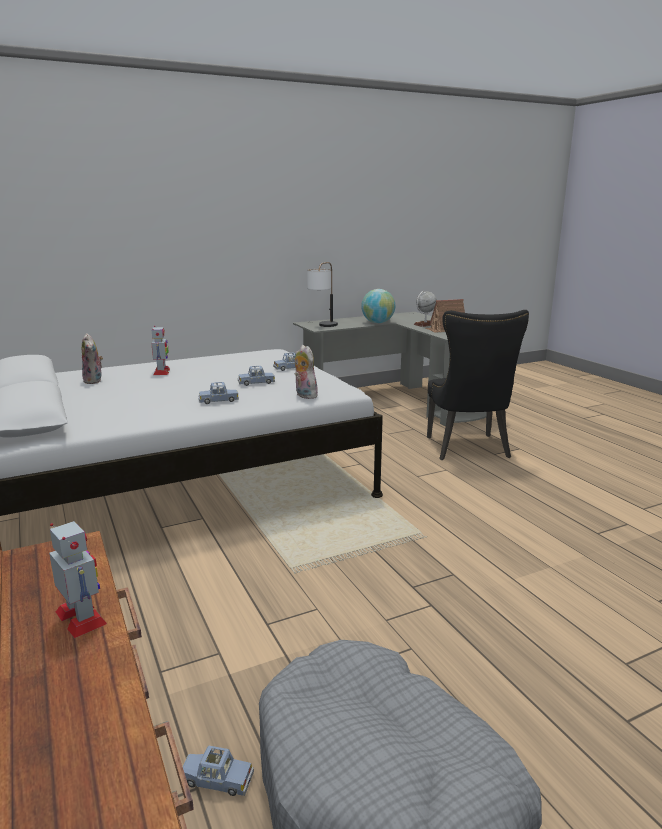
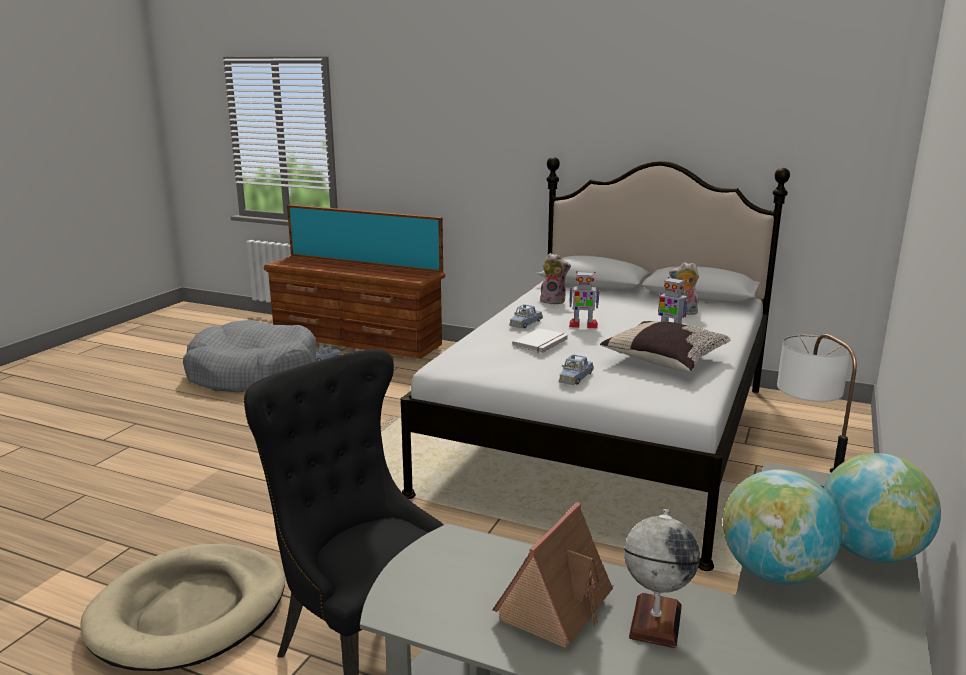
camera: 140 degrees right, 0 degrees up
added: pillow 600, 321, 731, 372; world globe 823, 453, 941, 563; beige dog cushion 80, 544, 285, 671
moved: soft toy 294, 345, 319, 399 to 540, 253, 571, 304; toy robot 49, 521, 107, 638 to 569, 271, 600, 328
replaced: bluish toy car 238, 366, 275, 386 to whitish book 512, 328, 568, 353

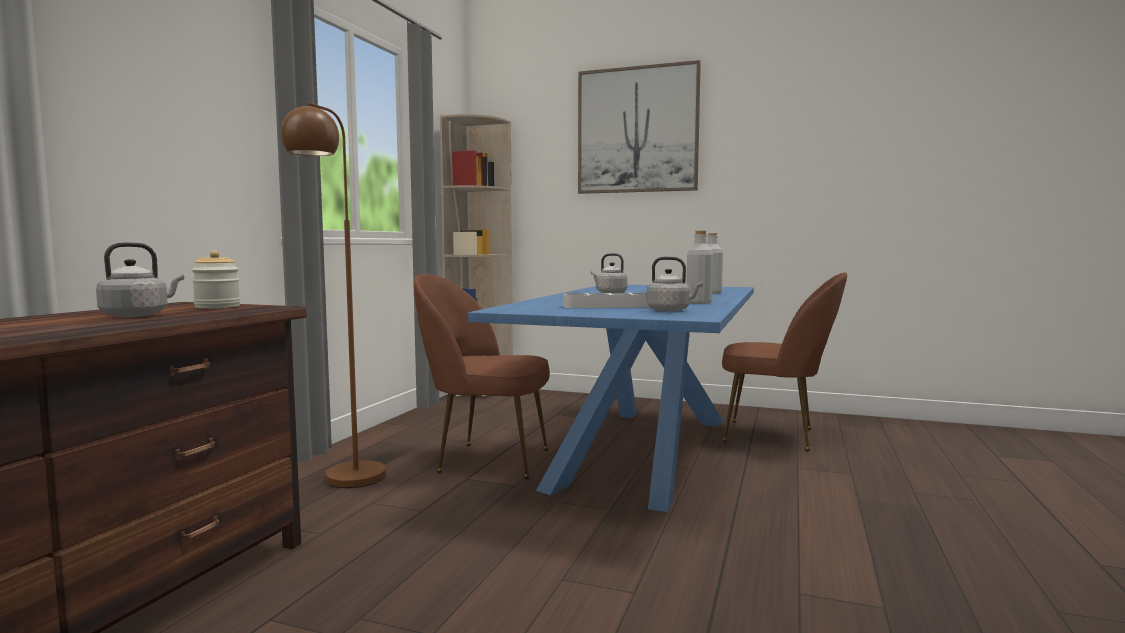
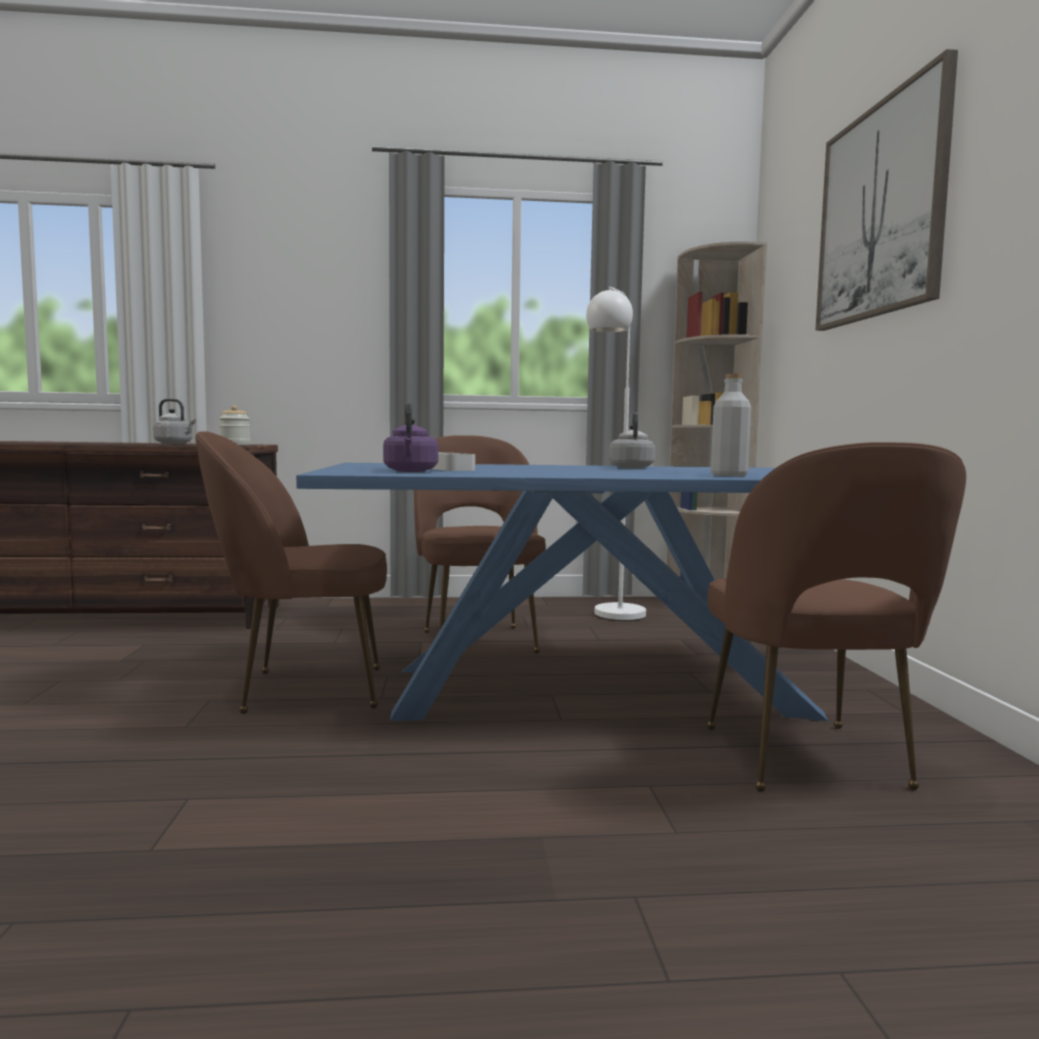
camera: 65 degrees right, 0 degrees up
removed: brownish standing lamp 281, 102, 386, 488; grey drink bottle 687, 231, 713, 304
added: whitish standing lamp 586, 287, 646, 621; brownish plain chair 195, 431, 387, 714
recoloured: grey water kettle 647, 256, 703, 312 to purplish water kettle 383, 403, 438, 472

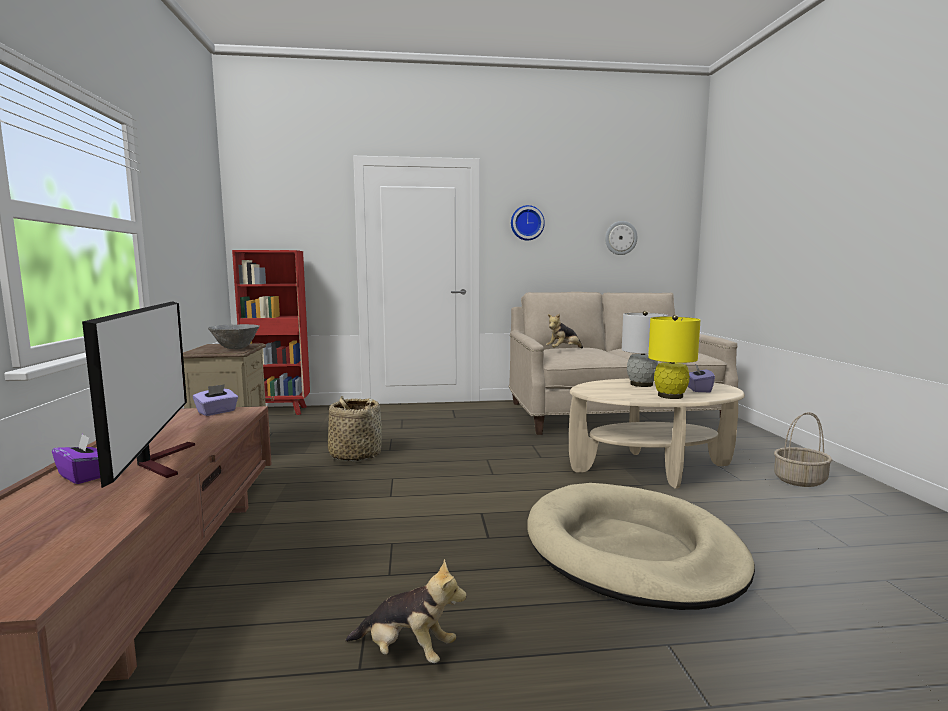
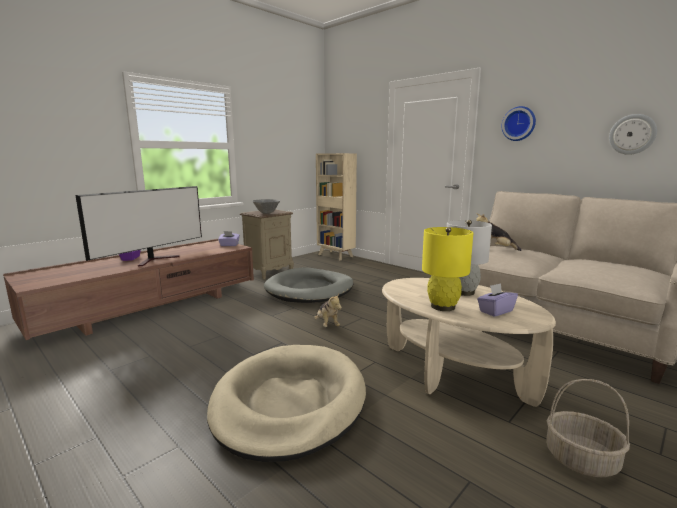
camera: 50 degrees right, 5 degrees up
moved: soft toy 345, 559, 467, 663 to 314, 294, 342, 327
replaced: household basket 328, 396, 382, 461 to grey dog cushion 264, 267, 353, 303
recoloured: reddish bookcase 232, 250, 310, 415 to beige bookcase 316, 153, 357, 260

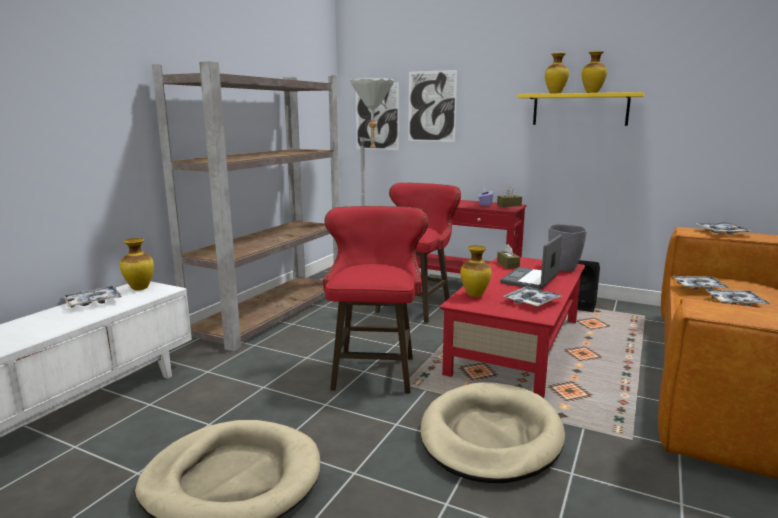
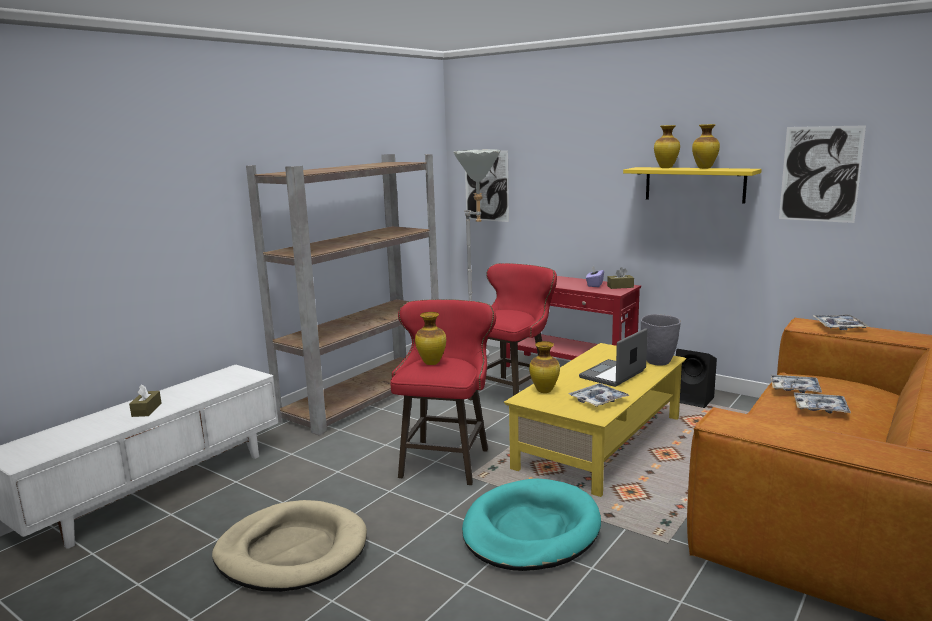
camera: 10 degrees right, 0 degrees up
removed: tray 63, 286, 122, 307
moved: wall art 408, 70, 457, 142 to 779, 125, 866, 223; decorative vase 120, 238, 154, 290 to 415, 312, 446, 365; brownish tissue box 497, 244, 520, 269 to 129, 384, 162, 417
recoloured: reddish lounge table 439, 257, 585, 398 to yellowish lounge table 504, 343, 687, 497; beige dog cushion 420, 382, 565, 483 to turquoise dog cushion 462, 479, 601, 571

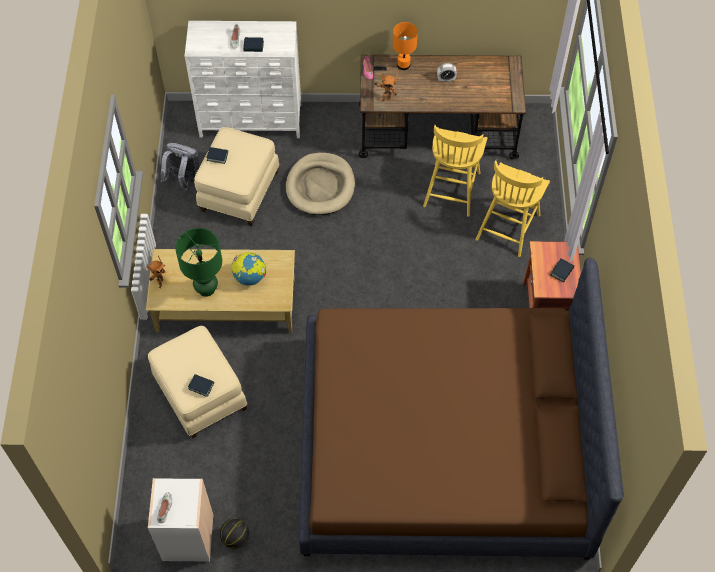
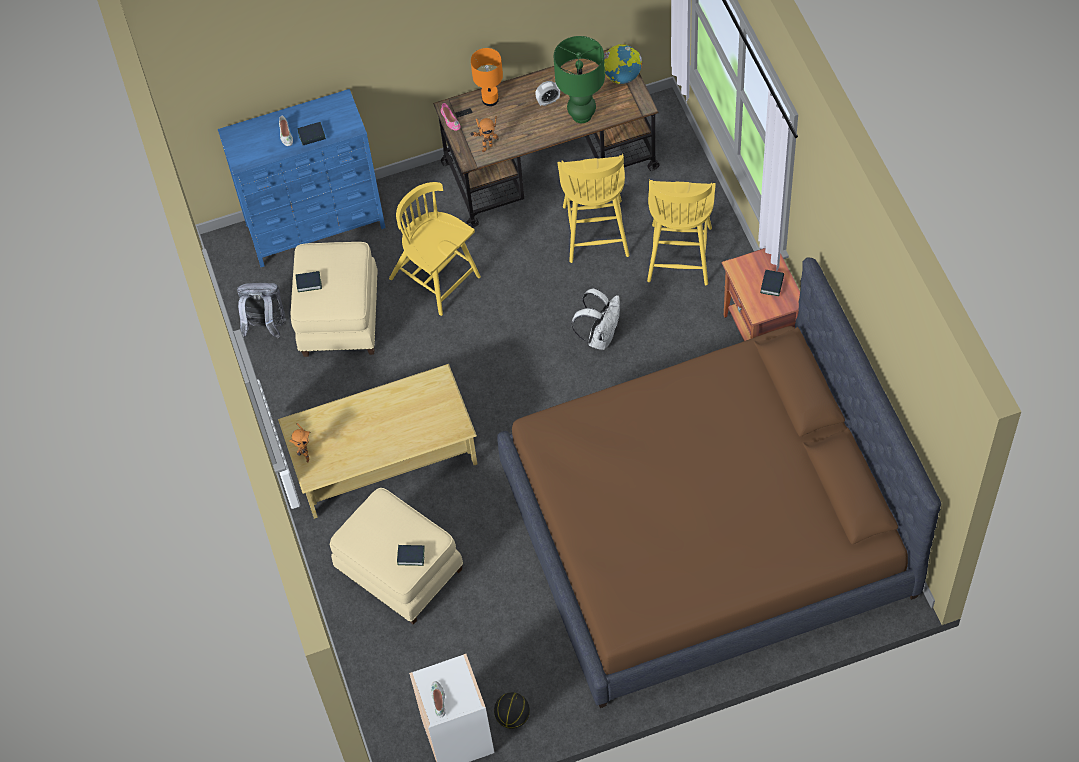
camera: 15 degrees left, 0 degrees up
added: whitish knapsack 571, 288, 620, 350
moved: greenish table lamp 175, 228, 222, 297 to 554, 36, 605, 123; world globe 232, 252, 266, 286 to 604, 44, 642, 84
replaced: beige dog cushion 286, 152, 355, 215 to yellowish plain chair 389, 182, 481, 316
recoloured: whitish chest of drawers 184, 21, 301, 138 to bluish chest of drawers 218, 89, 386, 267

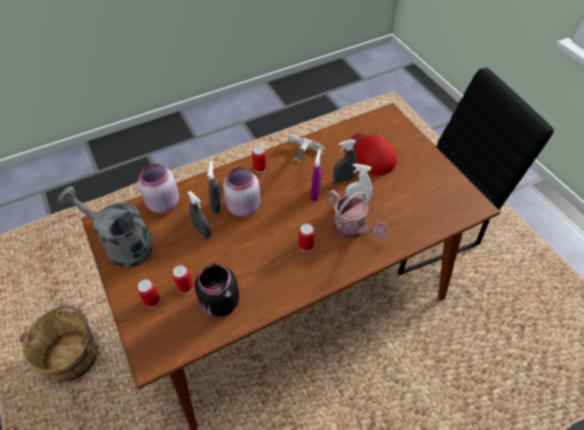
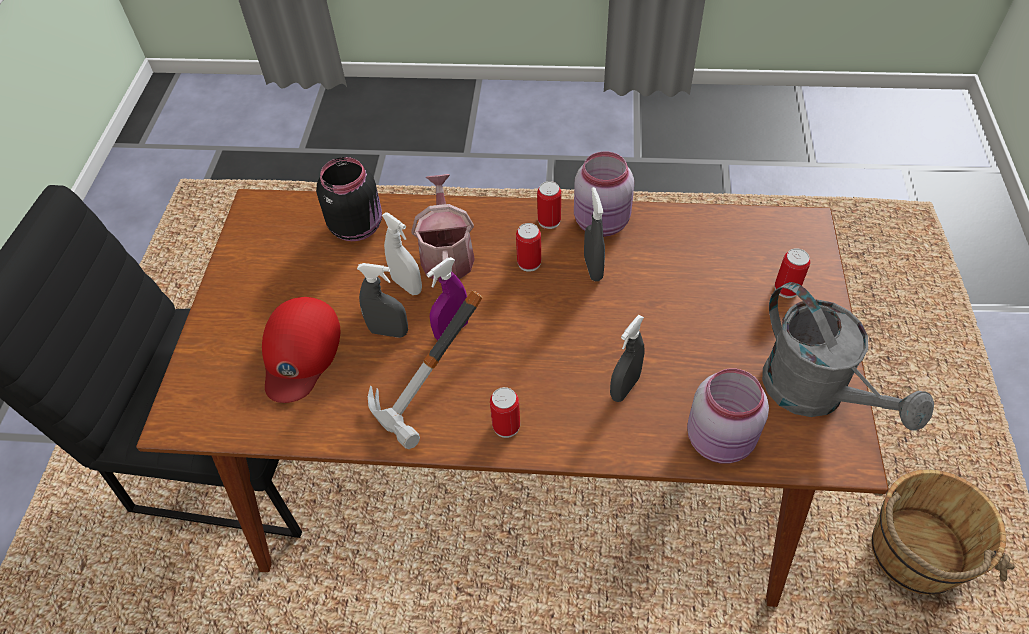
camera: 145 degrees left, 0 degrees up
moved: pink-coloured jar 223, 167, 261, 217 to 574, 151, 634, 237; grey hand sprayer 187, 191, 211, 239 to 584, 187, 605, 281; black jar 195, 264, 239, 317 to 316, 157, 382, 241; metal can 172, 265, 193, 294 to 537, 181, 561, 229

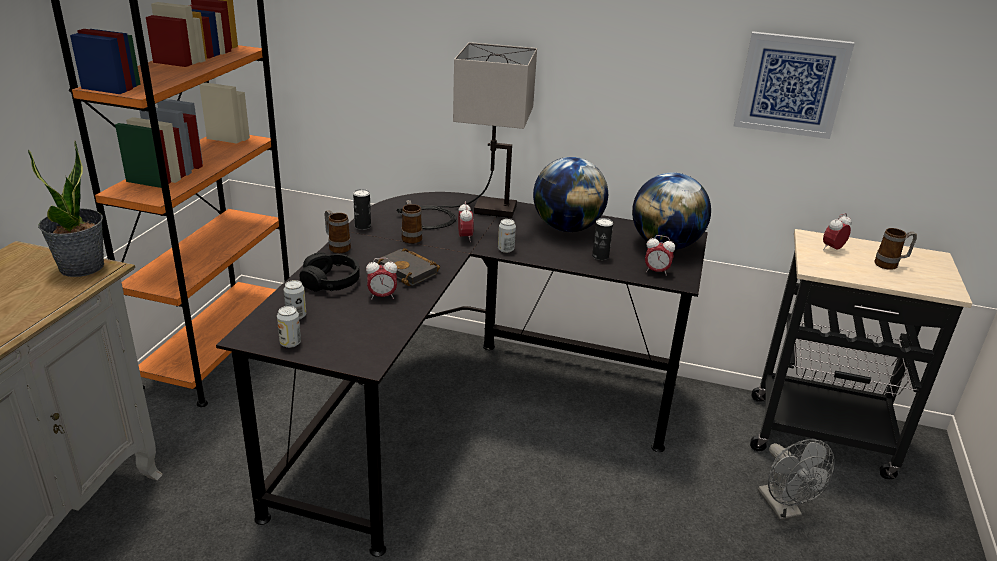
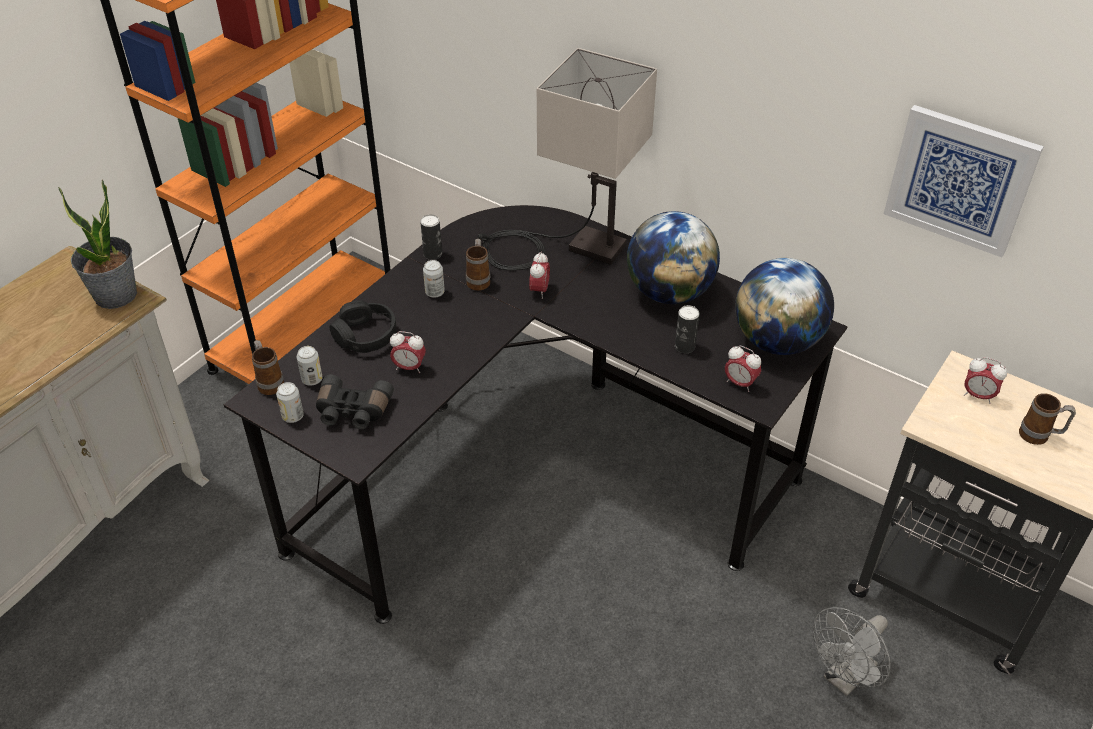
camera: 20 degrees right, 15 degrees up
removed: black book 376, 248, 440, 286
added: black binoculars 316, 375, 394, 429
moved: tea mug 324, 210, 351, 253 to 252, 340, 284, 395; metal can 498, 219, 516, 253 to 423, 260, 445, 298
turned: alarm clock 823, 213, 852, 250 = 964, 357, 1007, 404 135 degrees counterclockwise; grey fan 758, 439, 835, 520 = 813, 607, 891, 696 45 degrees clockwise

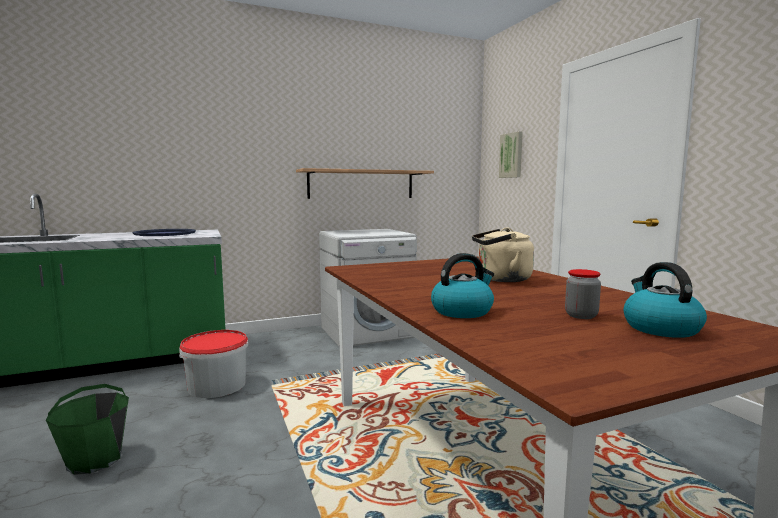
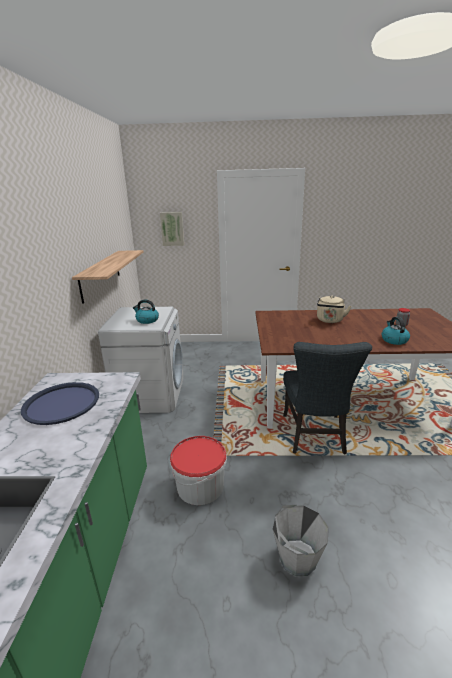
camera: 65 degrees left, 15 degrees up
added: grey plain chair 283, 342, 372, 455
moved: water kettle 624, 262, 707, 338 to 133, 299, 159, 324
recoloured: greenish bucket 46, 384, 129, 475 to grey bucket 273, 505, 329, 576

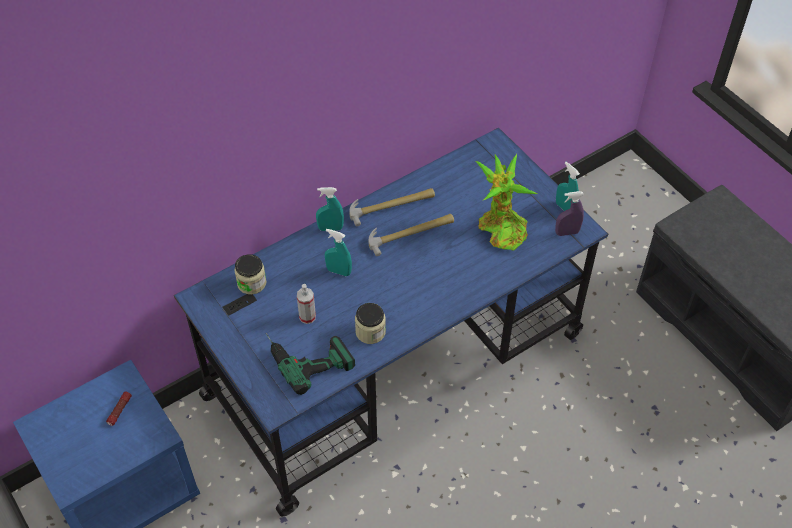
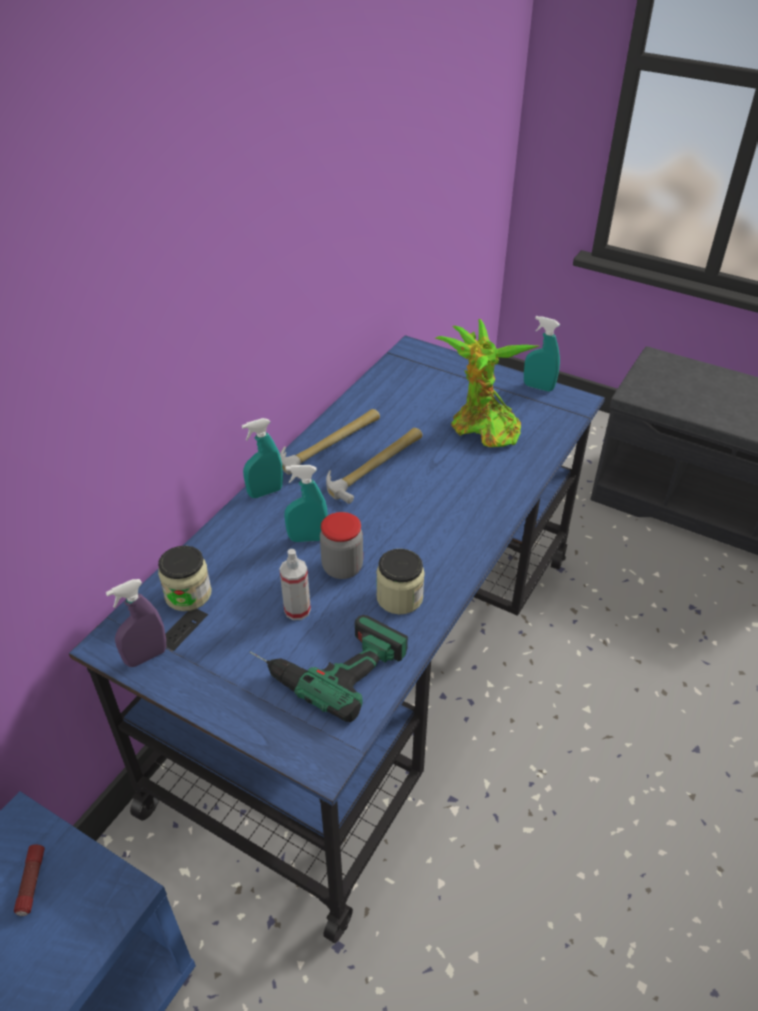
camera: 25 degrees left, 10 degrees down
added: jar 320, 512, 363, 579
moved: purplish hand sprayer 555, 191, 584, 236 to 106, 579, 166, 667

